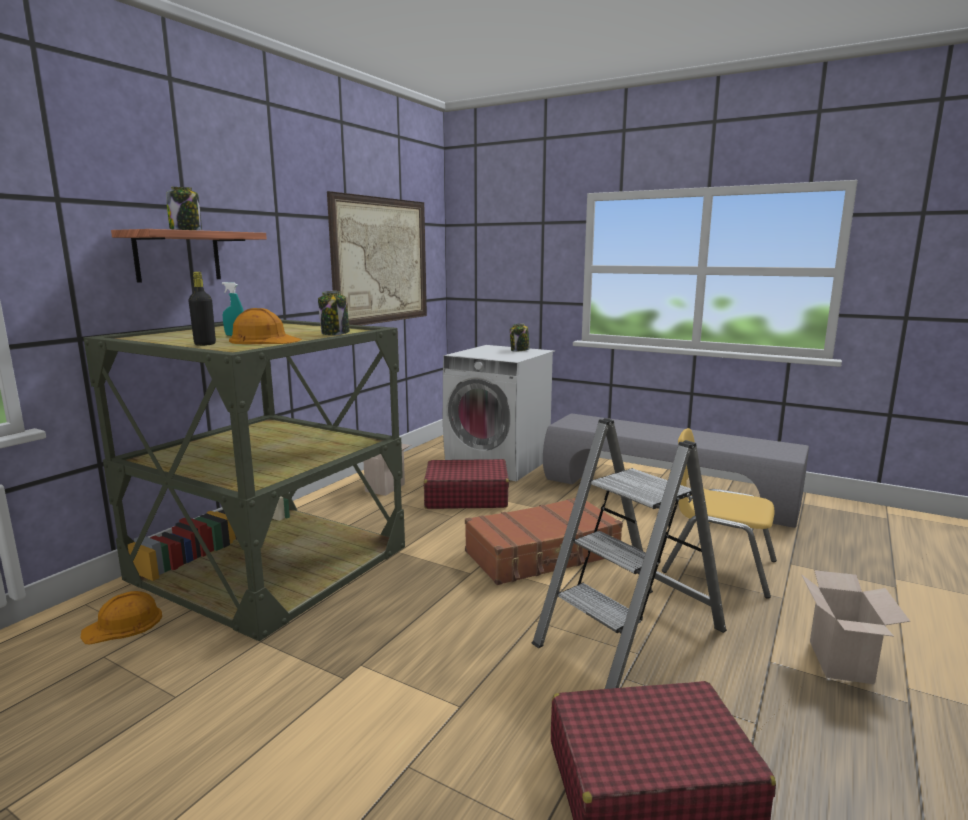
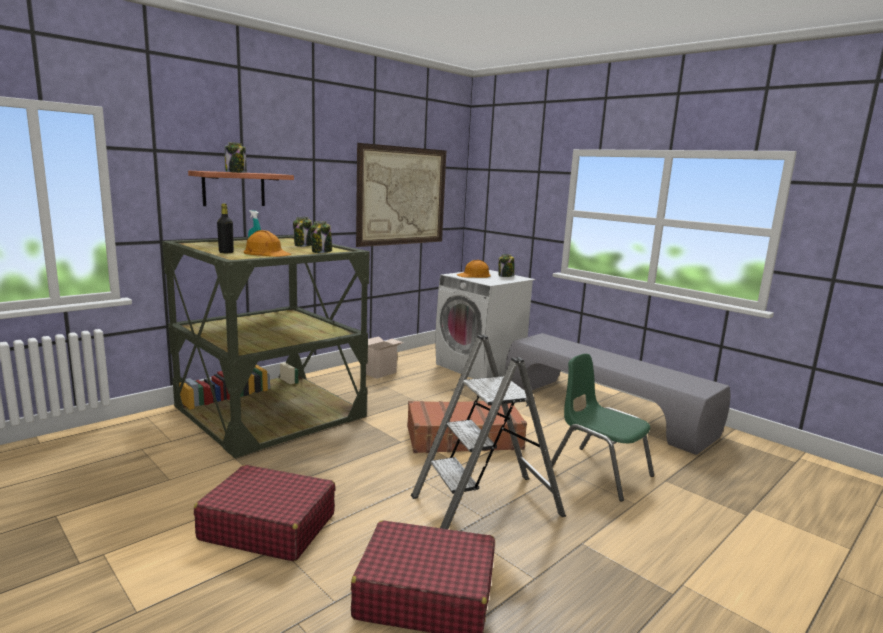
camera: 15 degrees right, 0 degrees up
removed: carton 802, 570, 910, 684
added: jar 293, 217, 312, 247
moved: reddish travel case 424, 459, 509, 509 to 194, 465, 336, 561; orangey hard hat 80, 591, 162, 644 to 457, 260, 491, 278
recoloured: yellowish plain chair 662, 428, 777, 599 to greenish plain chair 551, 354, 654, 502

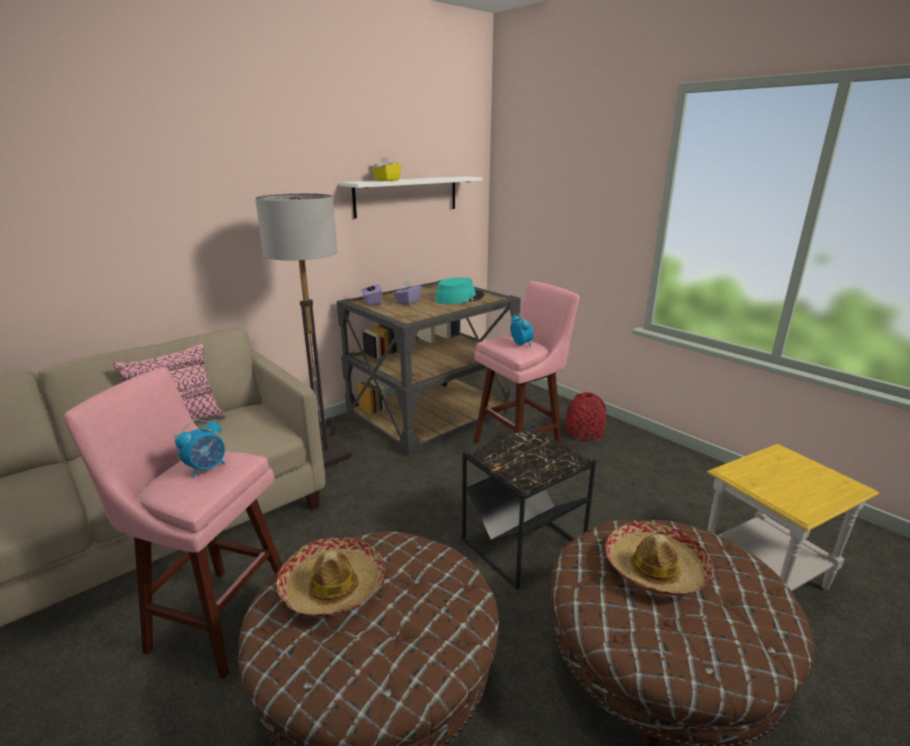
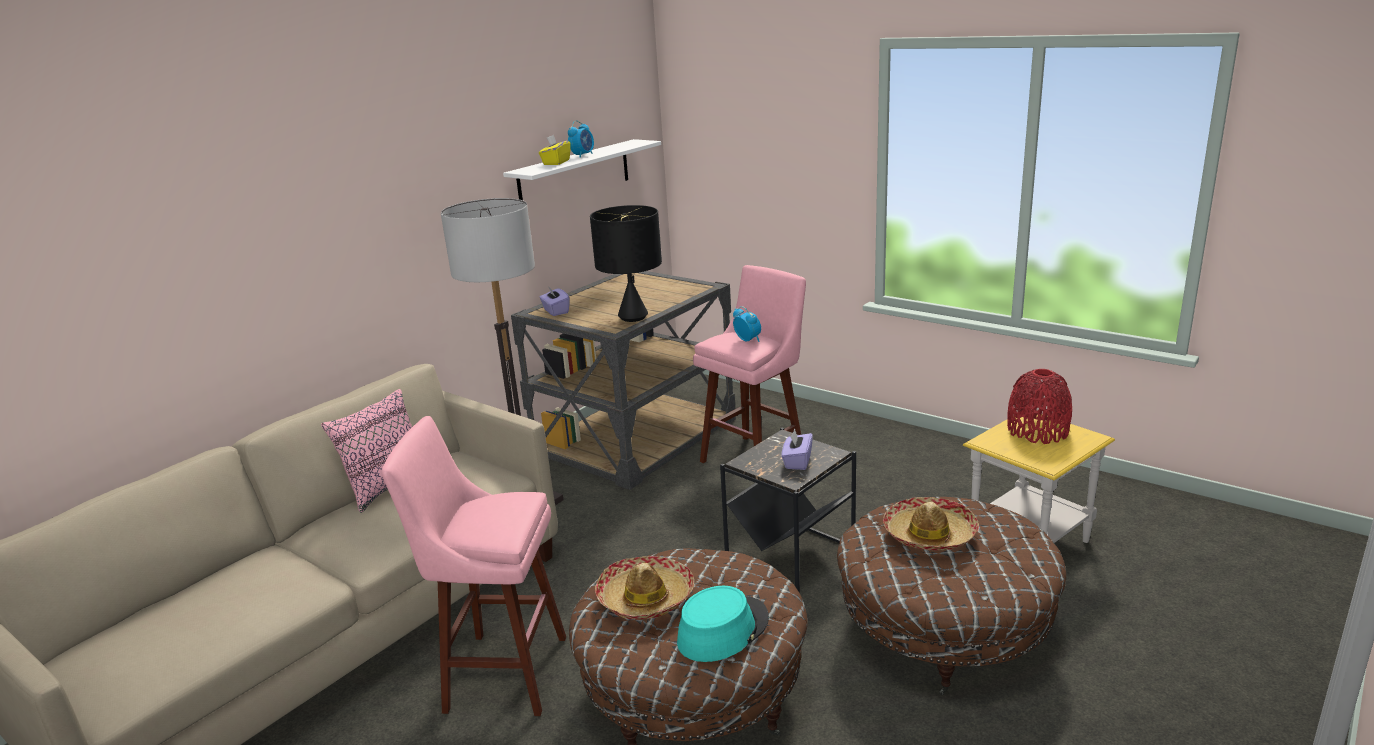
camera: 10 degrees left, 0 degrees up
added: black table lamp 590, 205, 662, 322
moved: turquoise hat 435, 278, 484, 304 to 677, 586, 769, 662; purplish tissue box 394, 279, 422, 305 to 782, 429, 813, 470; reddish decorative vase 566, 392, 606, 441 to 1007, 369, 1072, 444; alarm clock 175, 419, 225, 478 to 568, 120, 594, 158

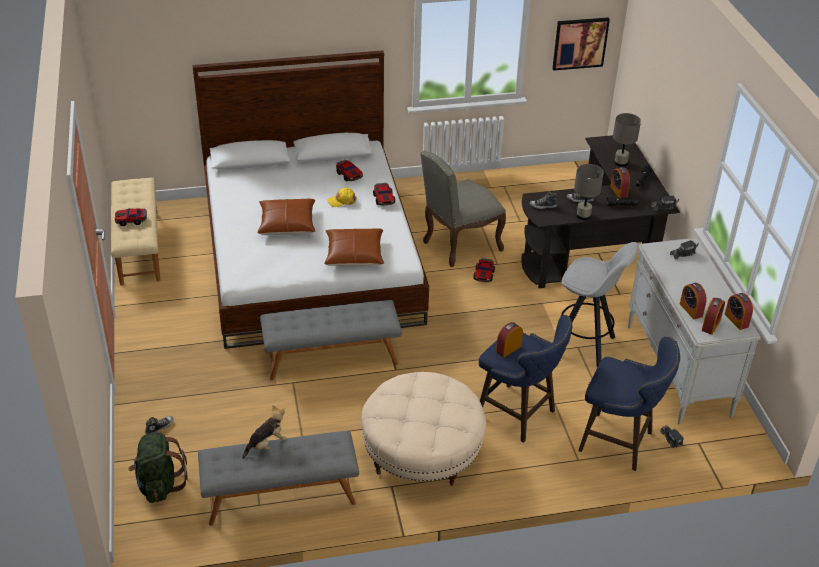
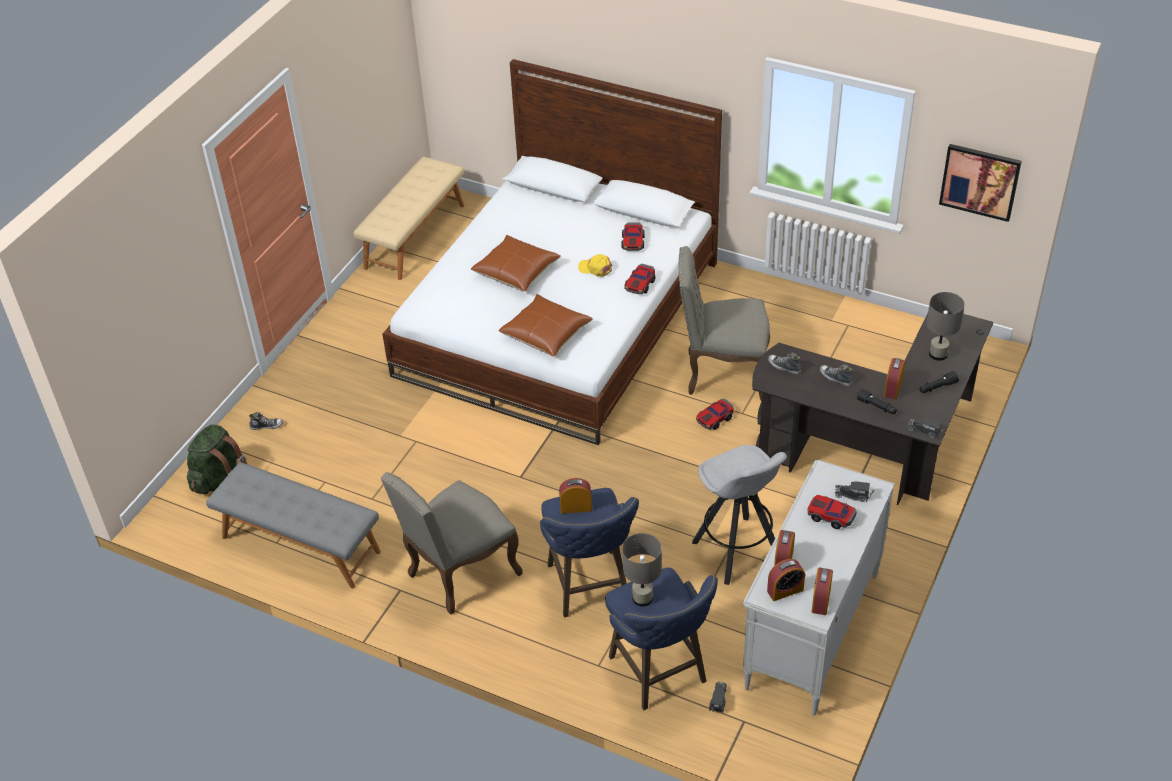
camera: 40 degrees right, 5 degrees up
removed: grey bench 260, 300, 402, 380; soft toy 242, 405, 287, 459
moved: grey table lamp 574, 164, 604, 220 to 623, 533, 662, 607; toy car 115, 208, 147, 226 to 807, 495, 857, 529
replaced: beige footrest 361, 372, 486, 486 to grey plain chair 381, 472, 523, 614

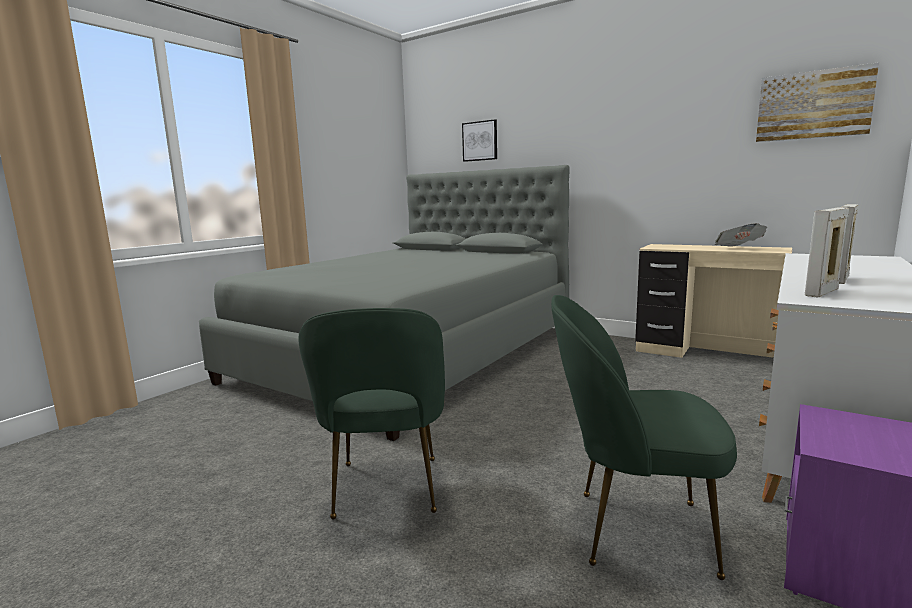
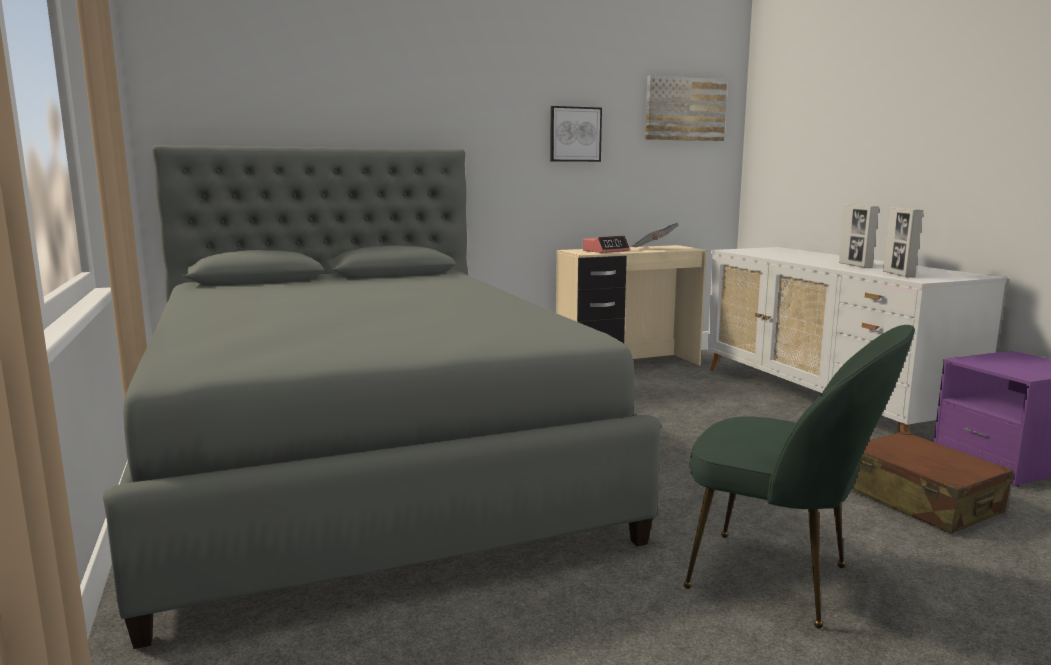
camera: 55 degrees left, 0 degrees up
added: alarm clock 583, 235, 630, 253
moved: wall art 462, 119, 497, 162 to 550, 106, 602, 162
replaced: greenish plain chair 551, 295, 737, 580 to brownish travel case 852, 431, 1014, 534

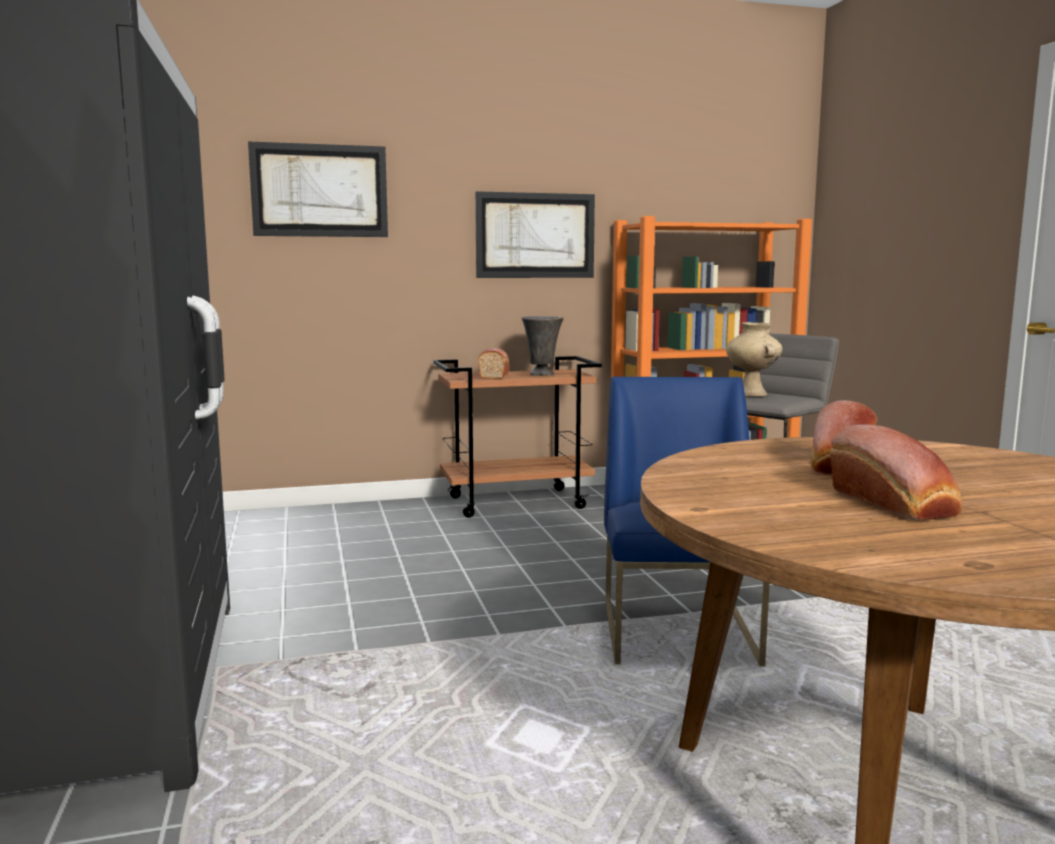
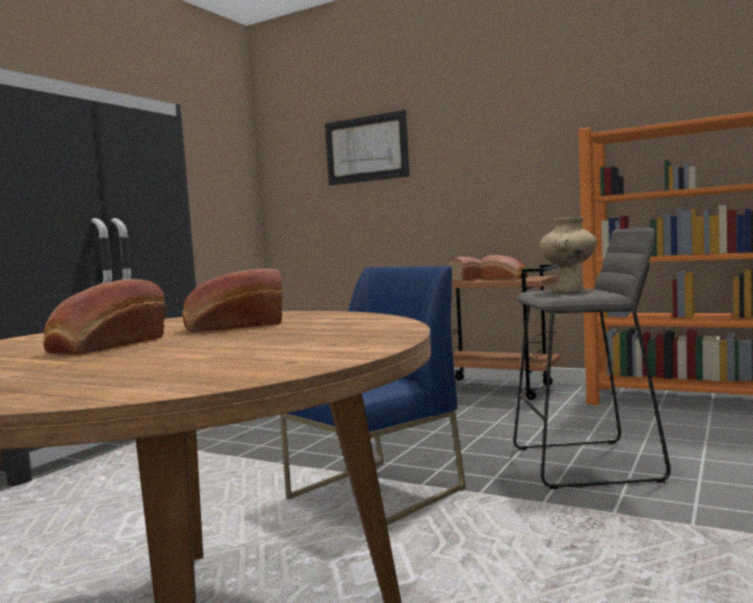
camera: 45 degrees right, 5 degrees down
removed: wall art 475, 191, 595, 278
replaced: grey decorative vase 522, 316, 563, 376 to bakery bread 481, 255, 528, 280

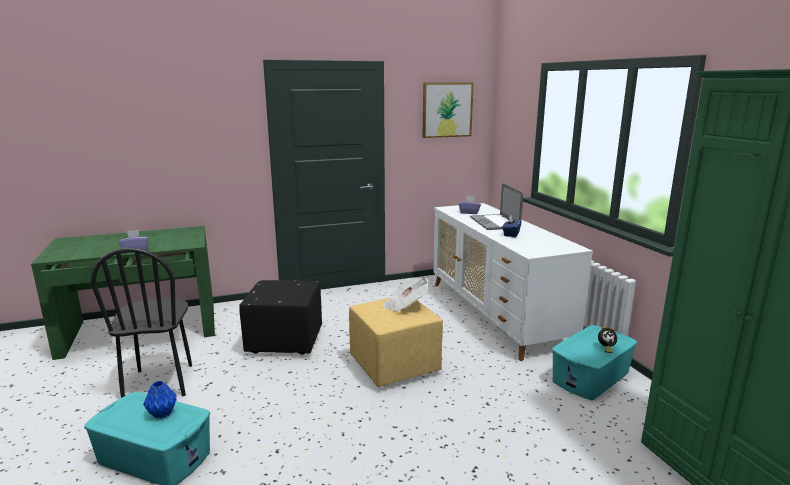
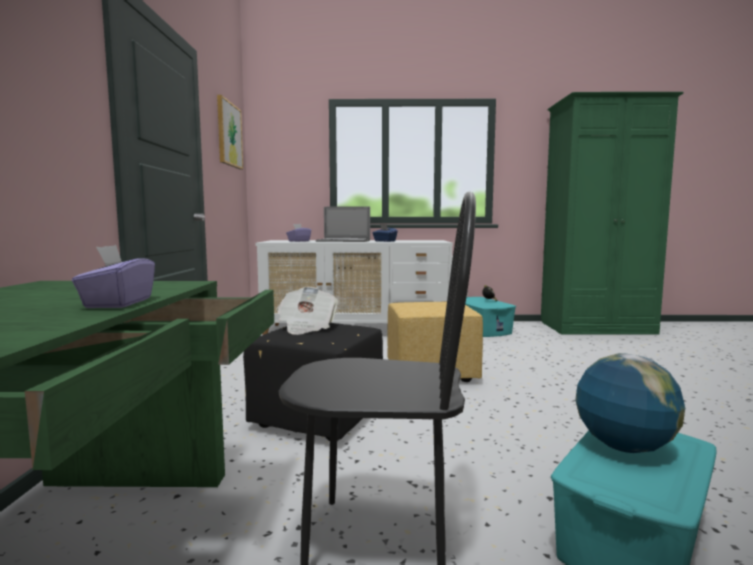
camera: 70 degrees left, 10 degrees down
moved: newspaper 382, 277, 429, 312 to 276, 287, 338, 335
replaced: bluish decorative vase 143, 381, 177, 419 to world globe 575, 353, 685, 453

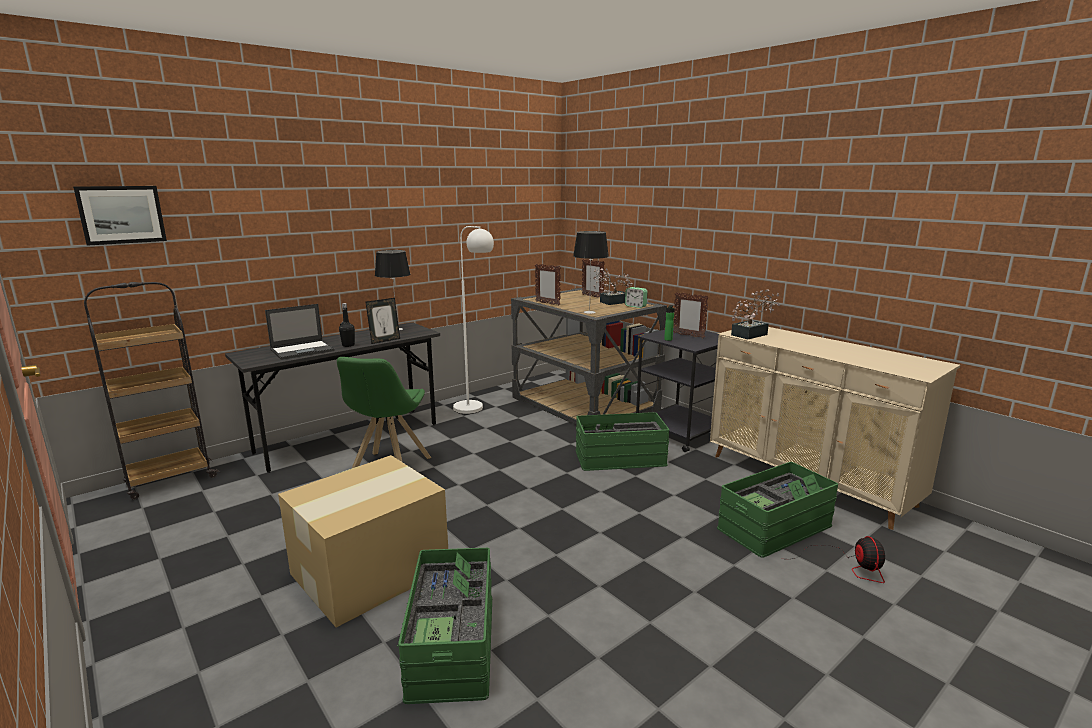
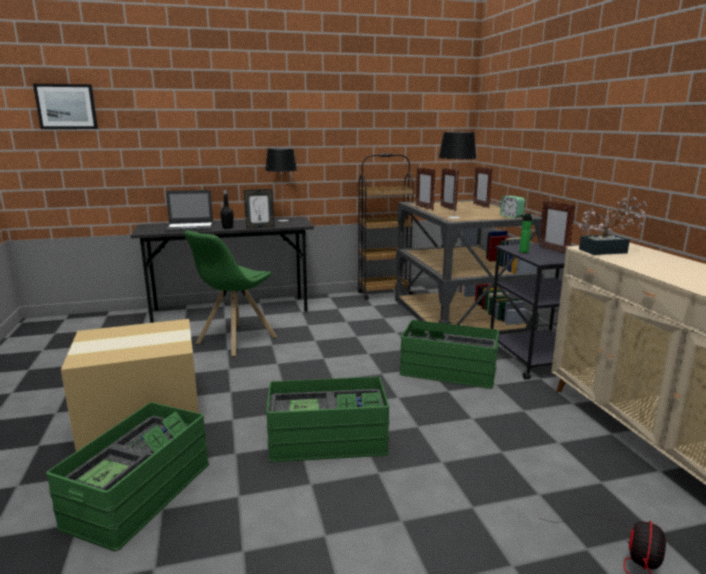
camera: 25 degrees right, 0 degrees up
removed: whitish standing lamp 453, 226, 494, 414; plant in a pot 593, 268, 632, 305
added: picture frame 440, 168, 459, 211
moved: brownish wheeled cart 84, 282, 218, 500 to 357, 153, 415, 300; greenish storage box 717, 462, 838, 558 to 266, 377, 389, 462

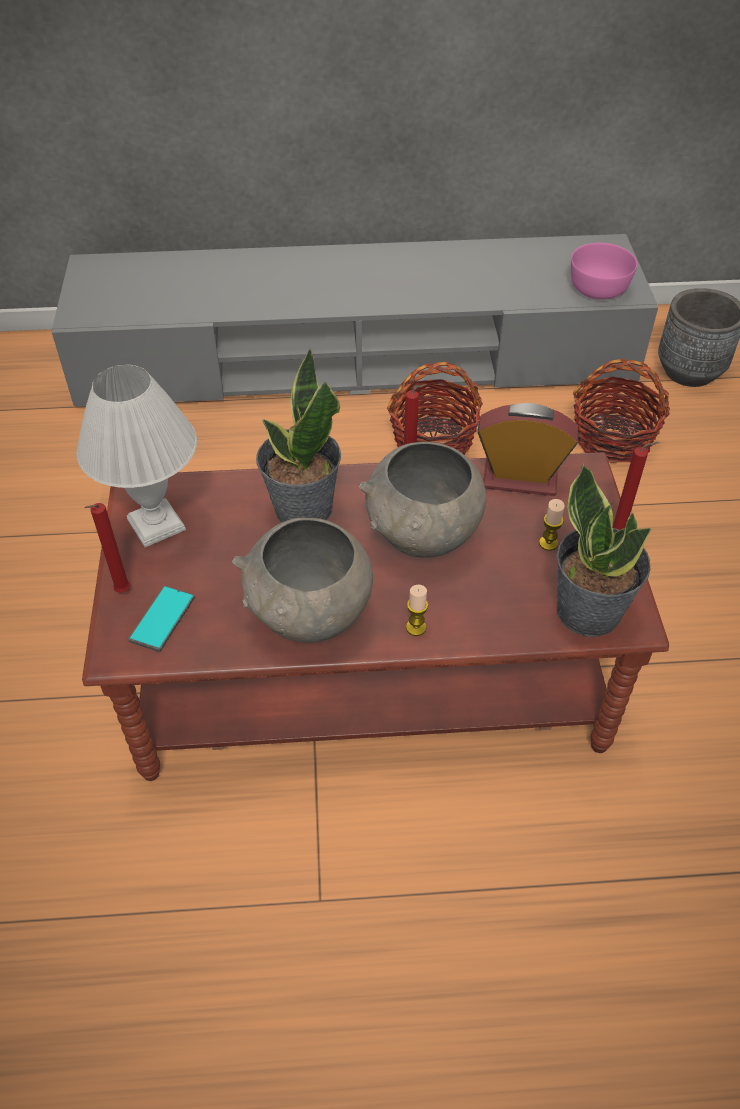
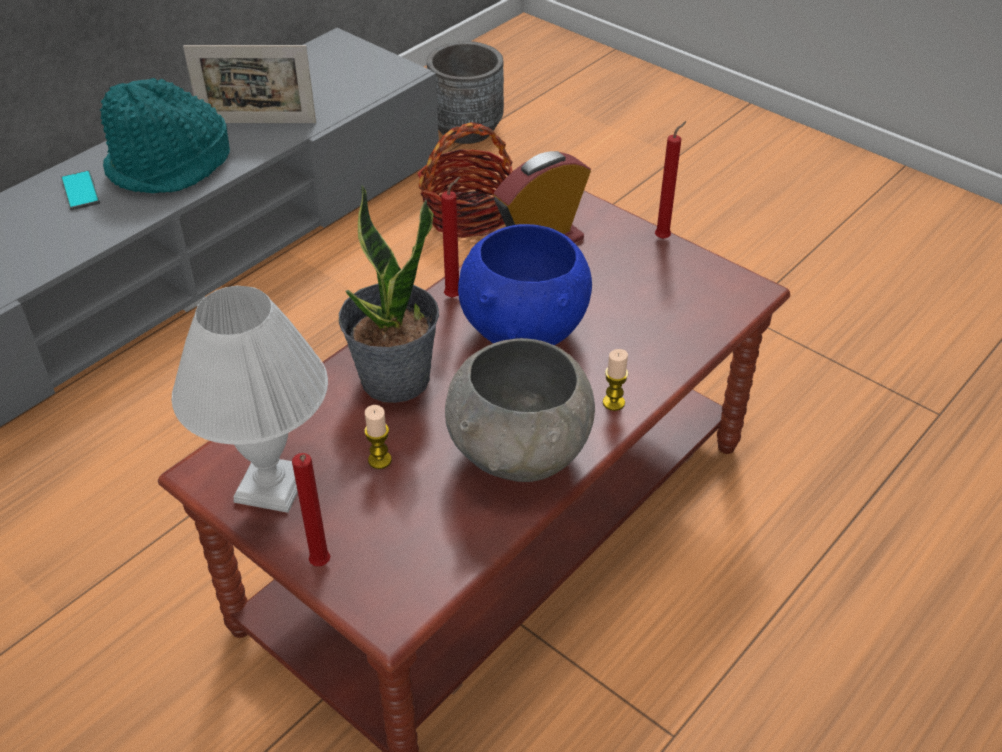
camera: 45 degrees left, 5 degrees down
removed: pink-coloured bowl 571, 243, 637, 300; household basket 387, 362, 483, 455; plant in a pot 556, 464, 652, 637
added: picture frame 183, 45, 316, 123; turquoise hat 100, 78, 230, 193
moved: wax light 539, 499, 565, 551 to 364, 405, 392, 469; handset 128, 586, 195, 652 to 61, 170, 100, 210
recoloured: grey bowl 359, 442, 486, 557 to bluish bowl 458, 224, 592, 345

